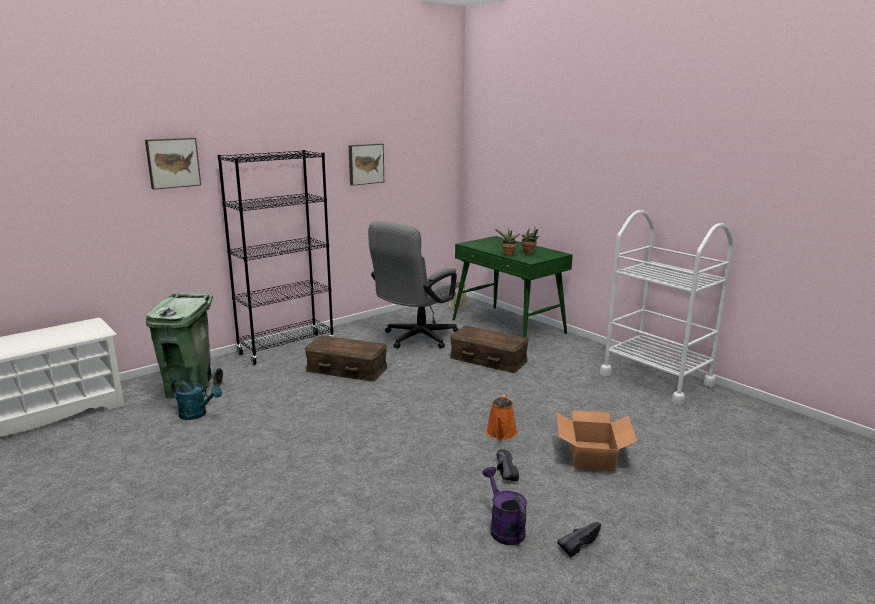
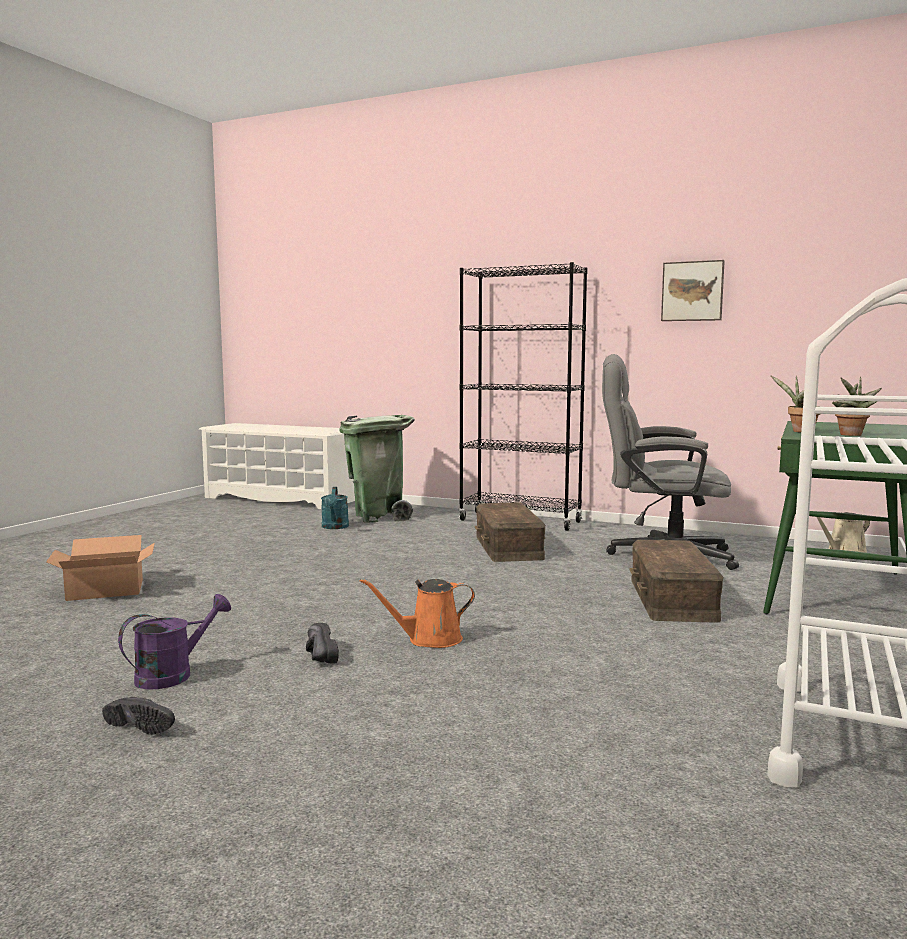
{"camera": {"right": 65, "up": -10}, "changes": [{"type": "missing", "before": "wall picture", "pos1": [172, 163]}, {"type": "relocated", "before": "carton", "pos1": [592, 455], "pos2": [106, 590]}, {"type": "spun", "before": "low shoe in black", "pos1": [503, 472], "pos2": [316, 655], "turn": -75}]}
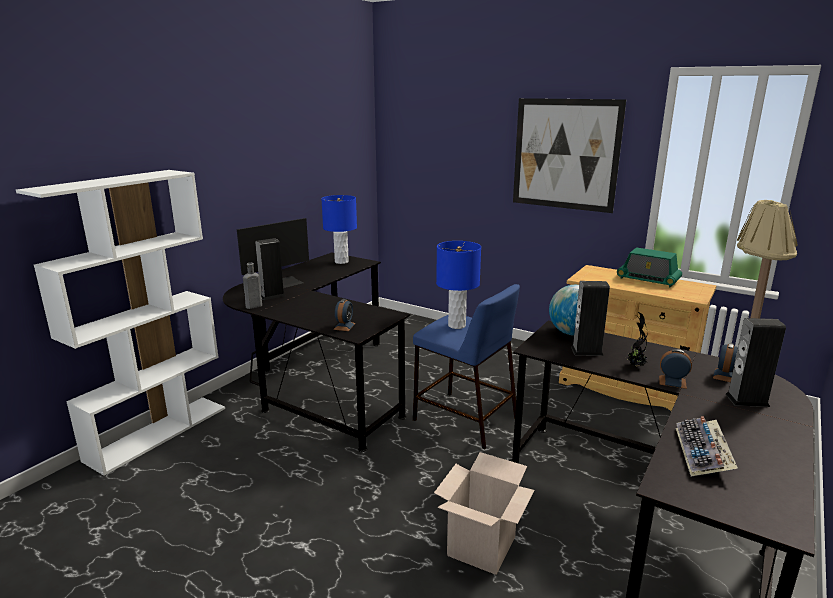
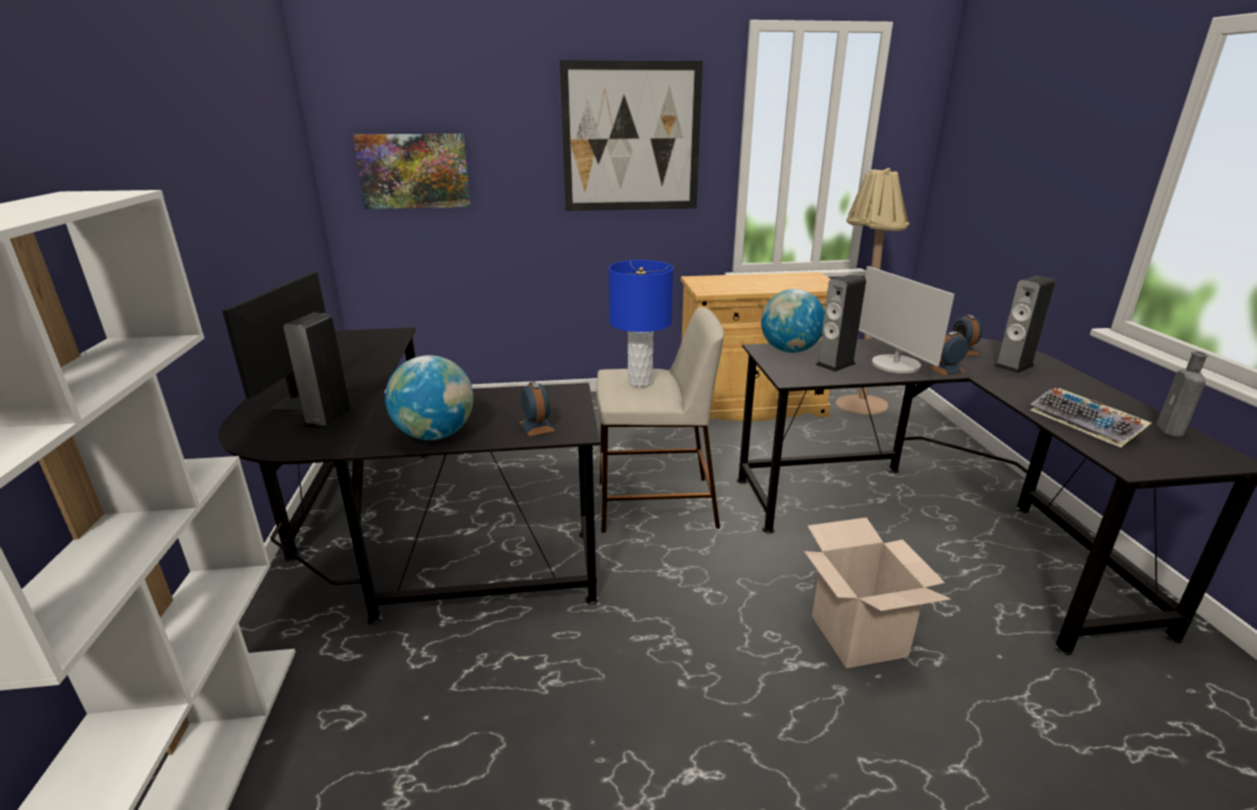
{"camera": {"right": -40, "up": 5}, "changes": [{"type": "missing", "before": "tabletop lamp in blue", "pos1": [342, 262]}, {"type": "missing", "before": "radio", "pos1": [648, 279]}, {"type": "relocated", "before": "drink bottle in gray", "pos1": [252, 306], "pos2": [1170, 430]}, {"type": "colour", "before": "stool in blue", "after": "stool in beige", "pos1": [464, 419], "pos2": [654, 504]}, {"type": "exchanged", "before": "potted plant", "after": "computer screen", "pos1": [635, 365], "pos2": [895, 365]}, {"type": "appeared", "after": "wall picture", "pos2": [414, 171]}, {"type": "appeared", "after": "desk globe", "pos2": [435, 435]}]}
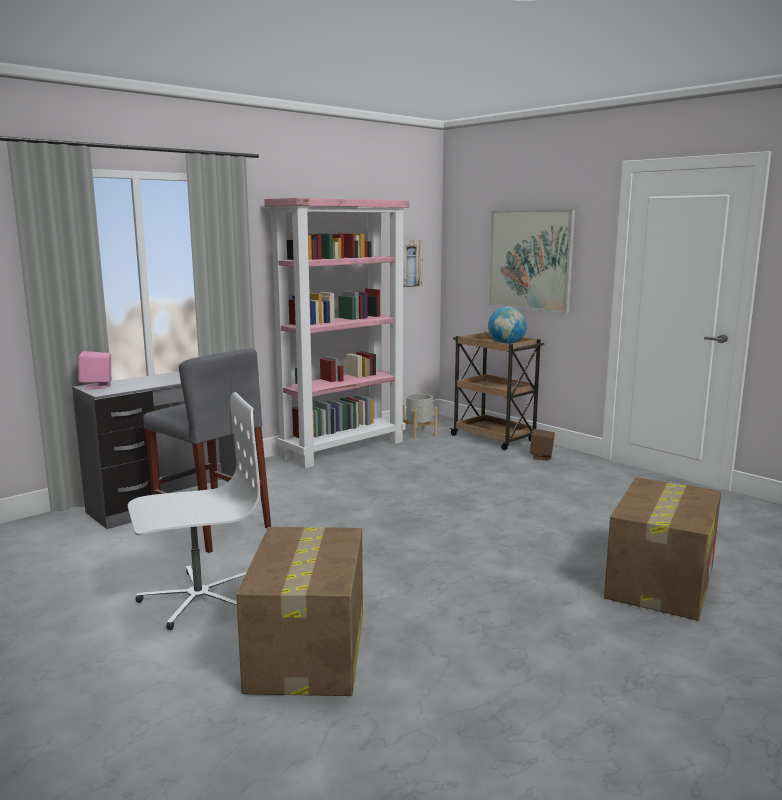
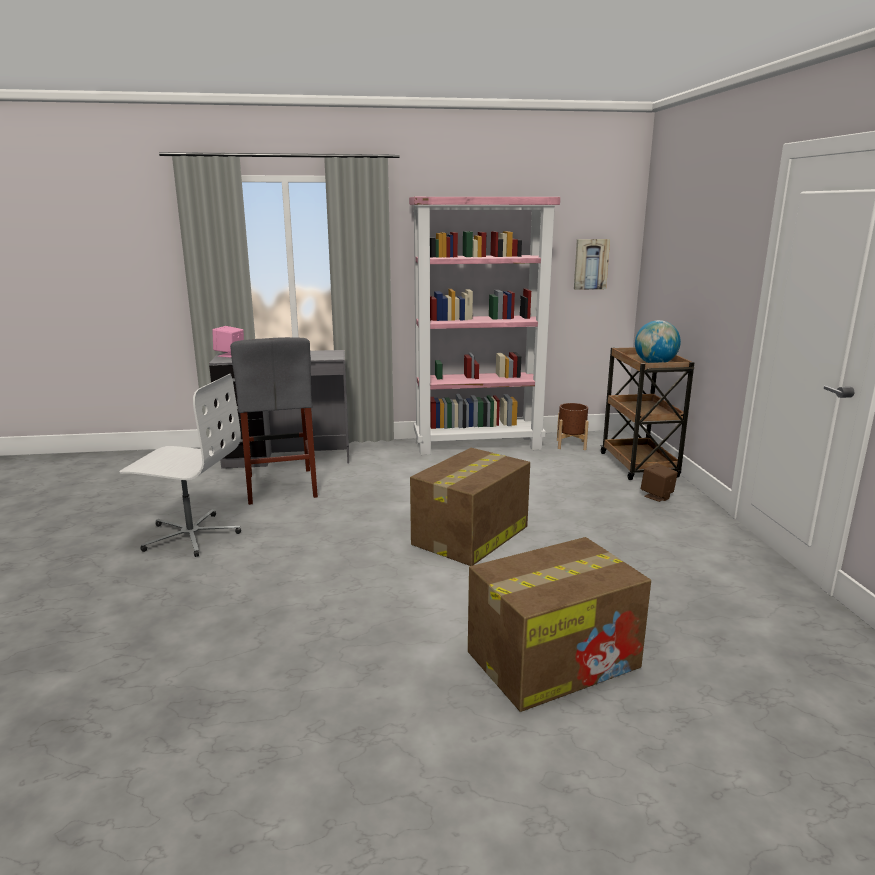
{"camera": {"right": 35, "up": 5}, "changes": [{"type": "missing", "before": "wall picture", "pos1": [530, 259]}, {"type": "colour", "before": "planter in gray", "after": "planter in brown", "pos1": [419, 434], "pos2": [571, 445]}, {"type": "relocated", "before": "carton", "pos1": [307, 651], "pos2": [469, 536]}]}
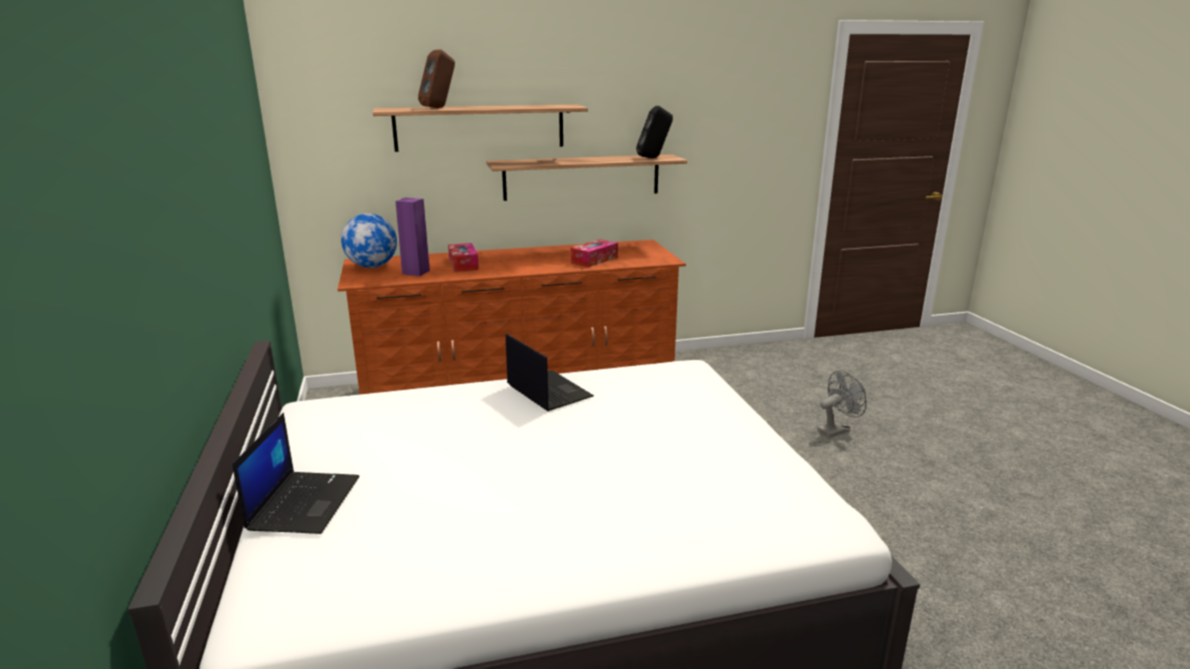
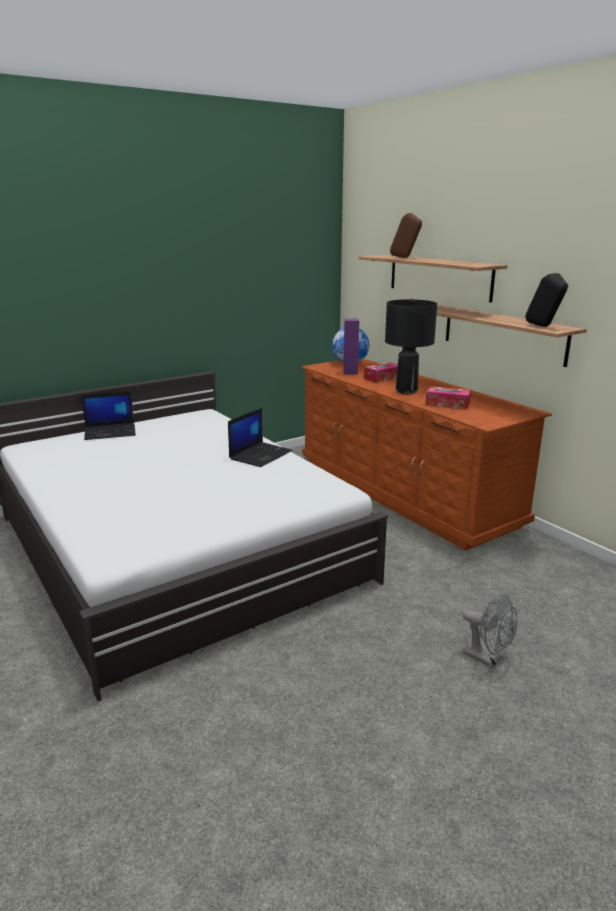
{"camera": {"right": 70, "up": 0}, "changes": [{"type": "appeared", "after": "tabletop lamp in black", "pos2": [406, 391]}]}
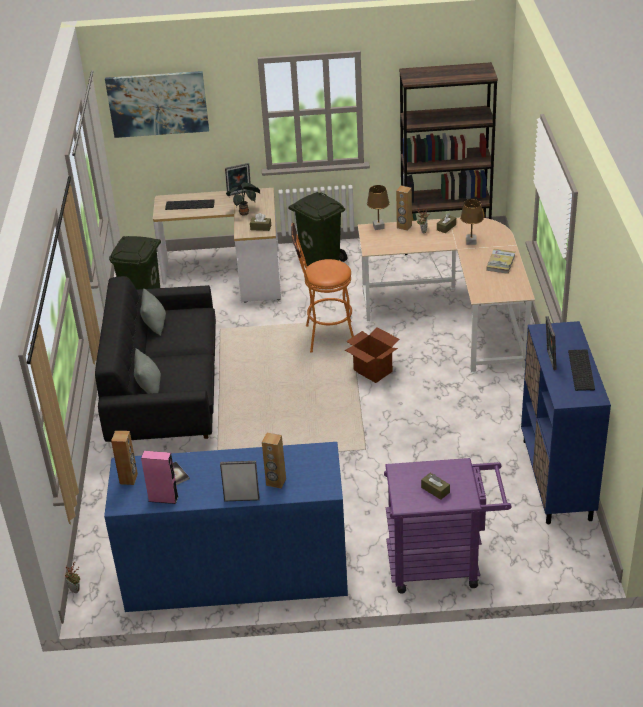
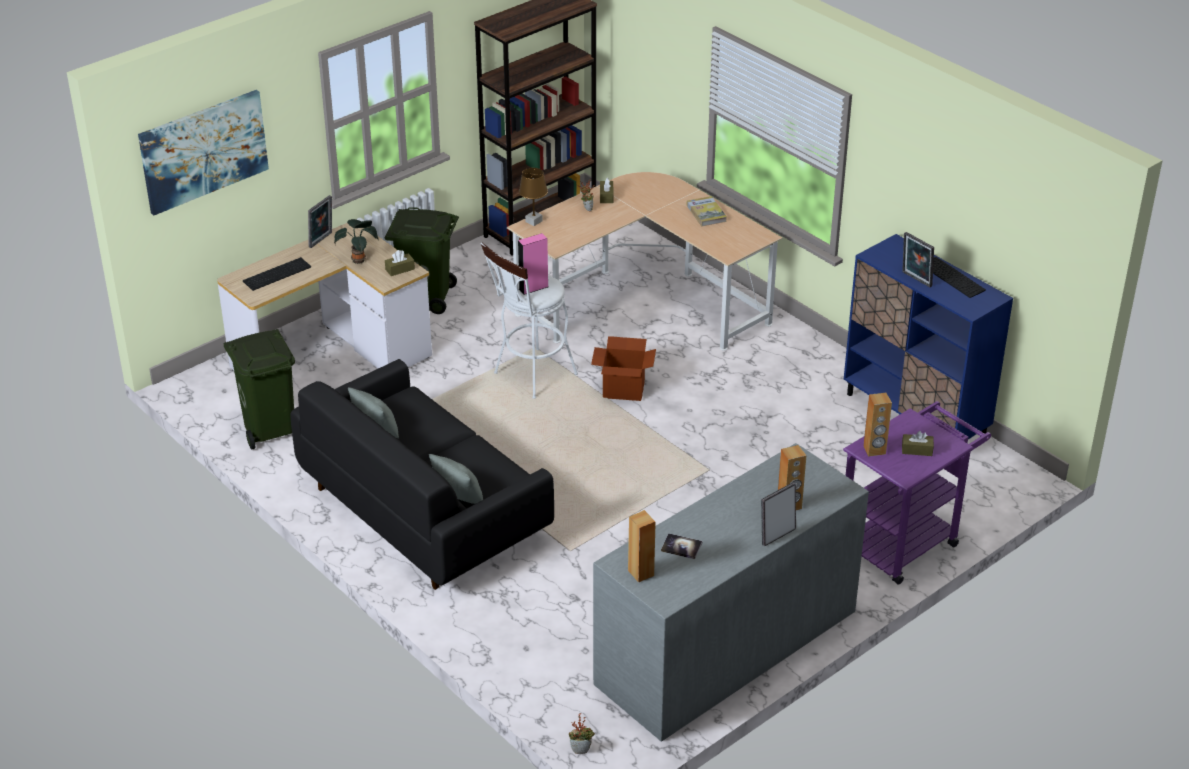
{"camera": {"right": -40, "up": 0}, "changes": [{"type": "relocated", "before": "loudspeaker in brown", "pos1": [404, 226], "pos2": [874, 450]}, {"type": "missing", "before": "tabletop lamp in brown", "pos1": [471, 242]}, {"type": "colour", "before": "stool in orange-coloured", "after": "stool in white", "pos1": [325, 337], "pos2": [530, 376]}, {"type": "colour", "before": "drawer chest in blue", "after": "drawer chest in gray", "pos1": [236, 573], "pos2": [726, 647]}, {"type": "relocated", "before": "loudspeaker in pink-coloured", "pos1": [163, 498], "pos2": [533, 288]}]}
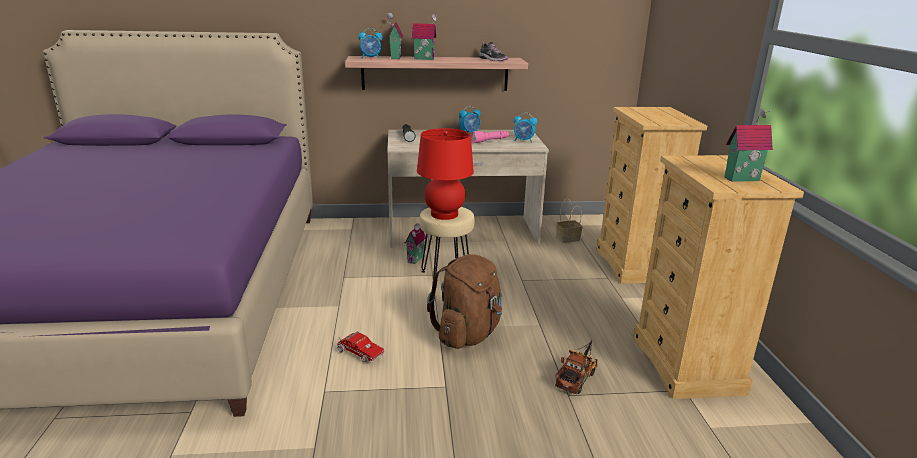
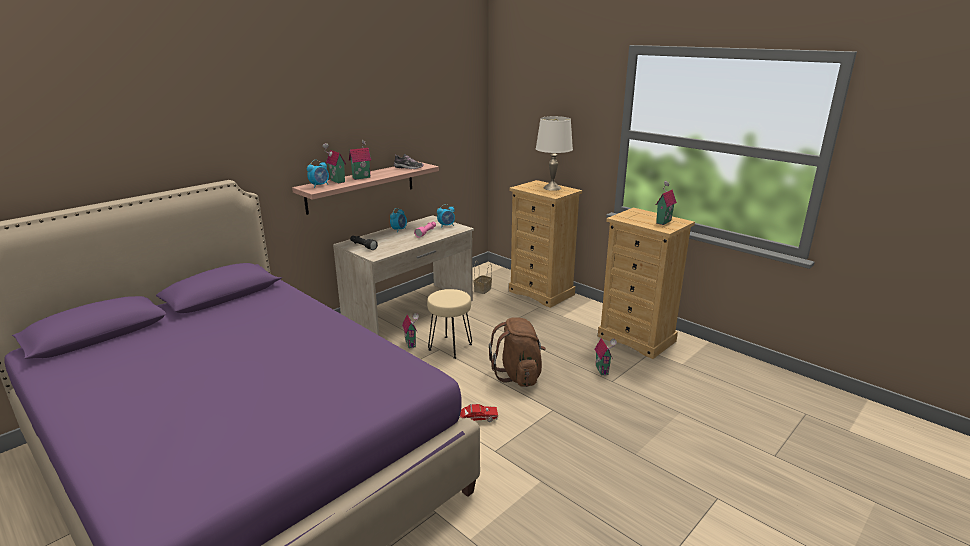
{"camera": {"right": -40, "up": 0}, "changes": [{"type": "missing", "before": "tabletop lamp in red", "pos1": [444, 214]}, {"type": "exchanged", "before": "toy lorry", "after": "model house", "pos1": [577, 377], "pos2": [603, 370]}, {"type": "appeared", "after": "tabletop lamp in white", "pos2": [552, 188]}]}
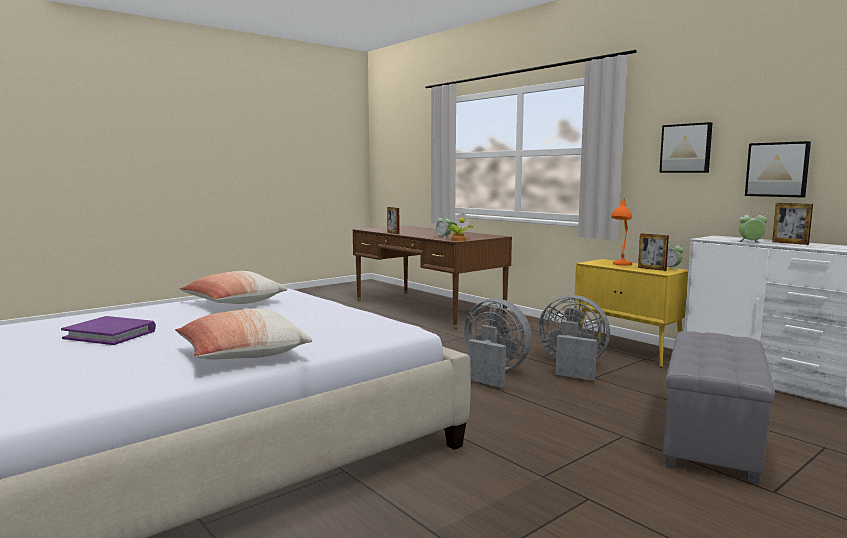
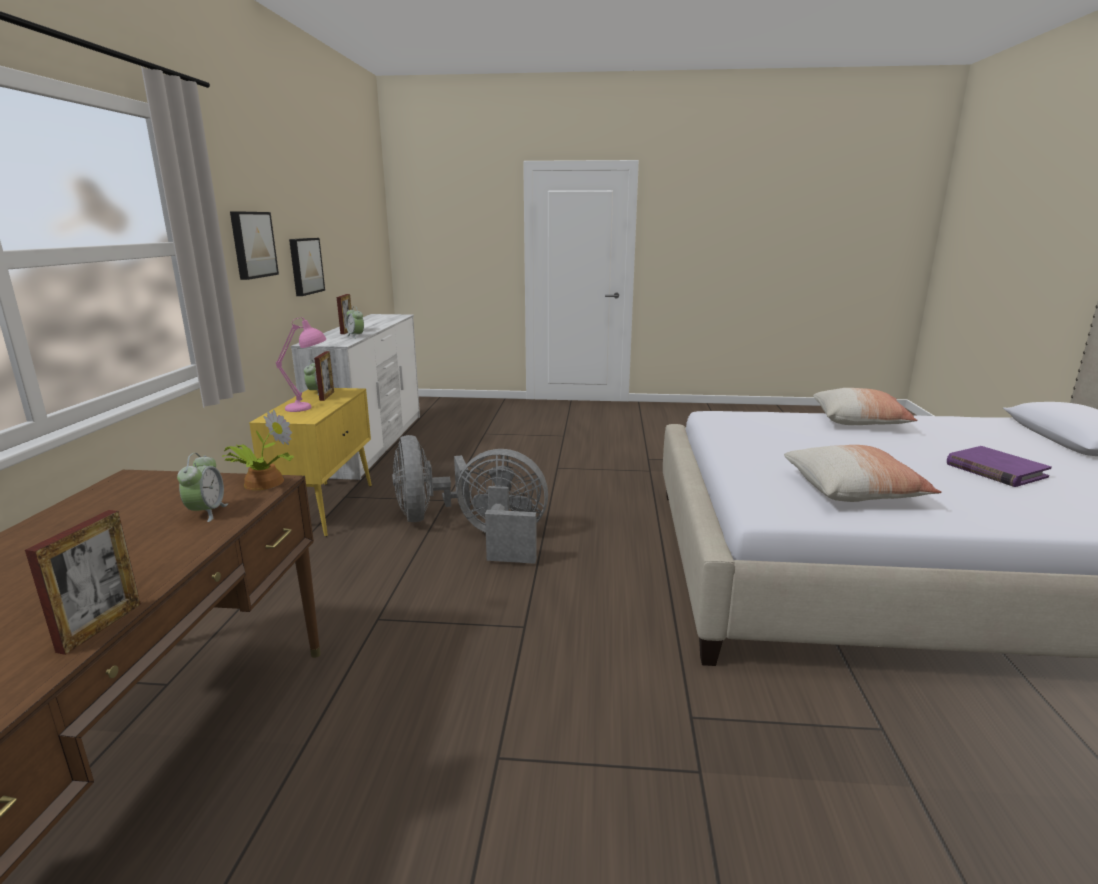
{"camera": {"right": -135, "up": 10}, "changes": [{"type": "colour", "before": "tabletop lamp in orange-coloured", "after": "tabletop lamp in pink-coloured", "pos1": [620, 265], "pos2": [309, 407]}, {"type": "spun", "before": "cooling fan in gray", "pos1": [493, 373], "pos2": [504, 540], "turn": 105}, {"type": "missing", "before": "ottoman in gray", "pos1": [712, 440]}]}
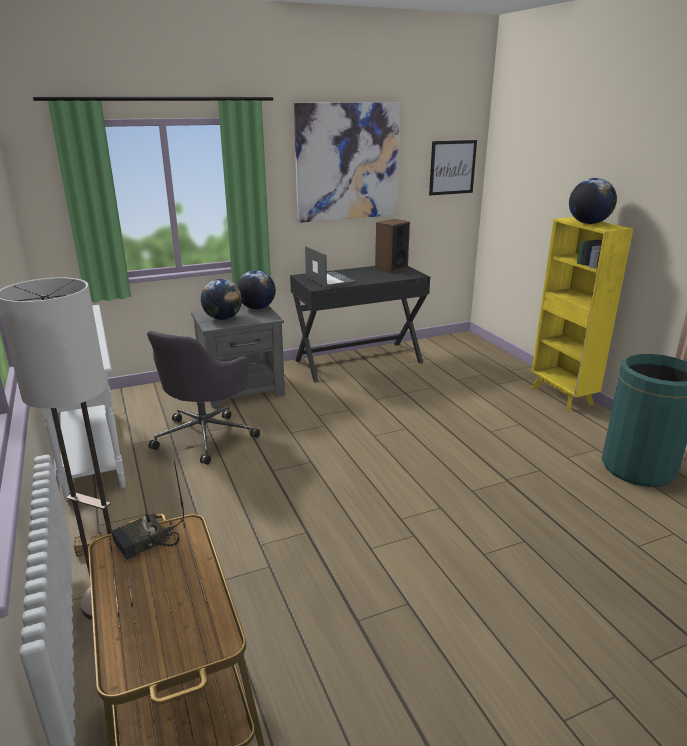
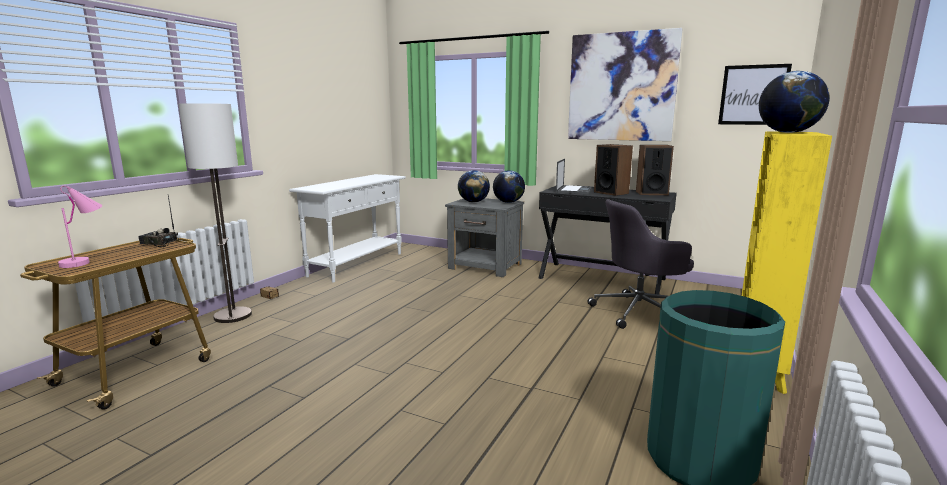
{"camera": {"right": 50, "up": -10}, "changes": [{"type": "relocated", "before": "desk chair in gray", "pos1": [206, 436], "pos2": [639, 312]}, {"type": "appeared", "after": "loudspeaker", "pos2": [611, 193]}, {"type": "appeared", "after": "tabletop lamp in pink-coloured", "pos2": [86, 261]}]}
